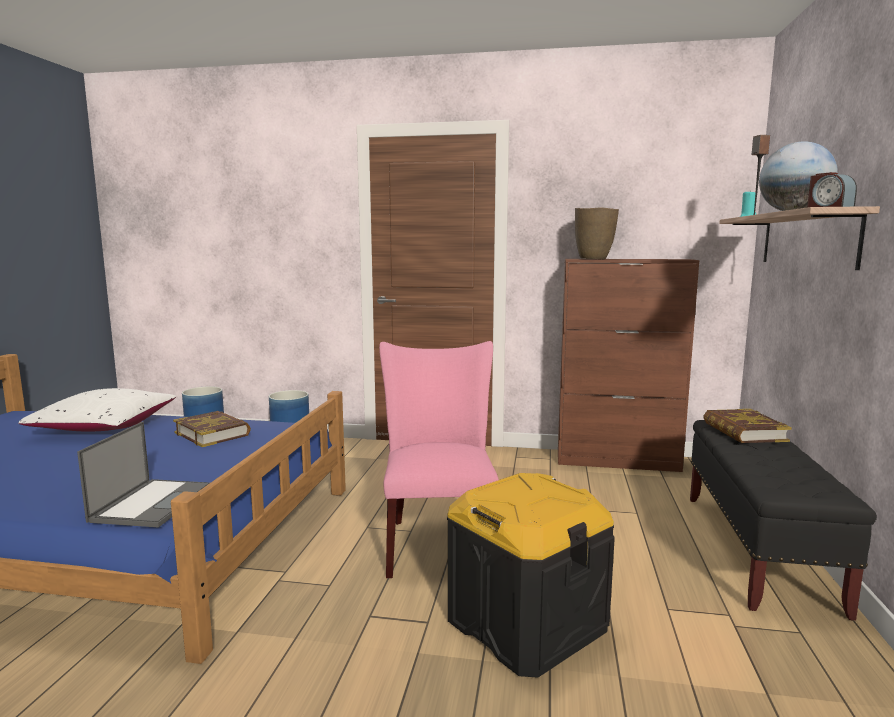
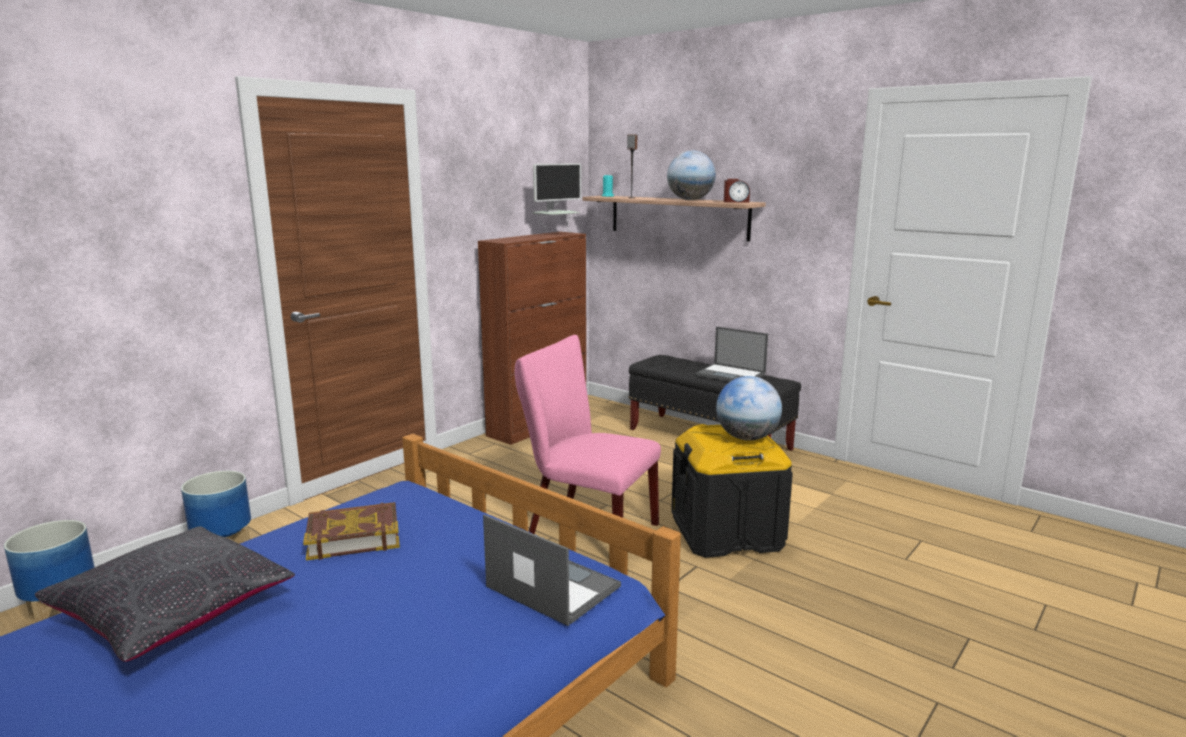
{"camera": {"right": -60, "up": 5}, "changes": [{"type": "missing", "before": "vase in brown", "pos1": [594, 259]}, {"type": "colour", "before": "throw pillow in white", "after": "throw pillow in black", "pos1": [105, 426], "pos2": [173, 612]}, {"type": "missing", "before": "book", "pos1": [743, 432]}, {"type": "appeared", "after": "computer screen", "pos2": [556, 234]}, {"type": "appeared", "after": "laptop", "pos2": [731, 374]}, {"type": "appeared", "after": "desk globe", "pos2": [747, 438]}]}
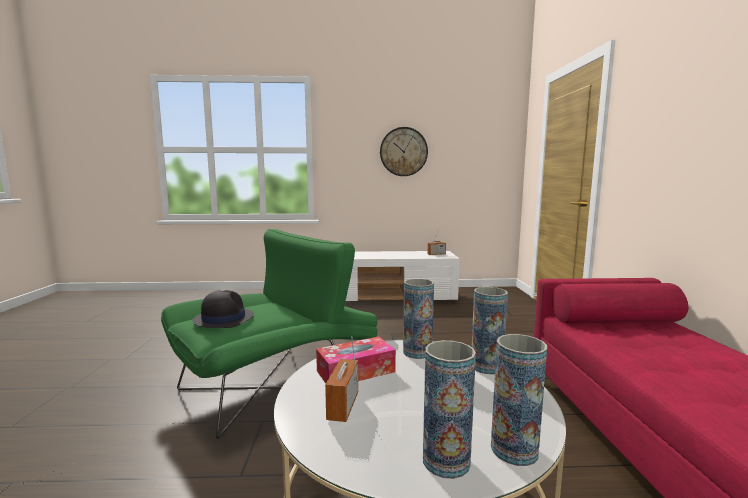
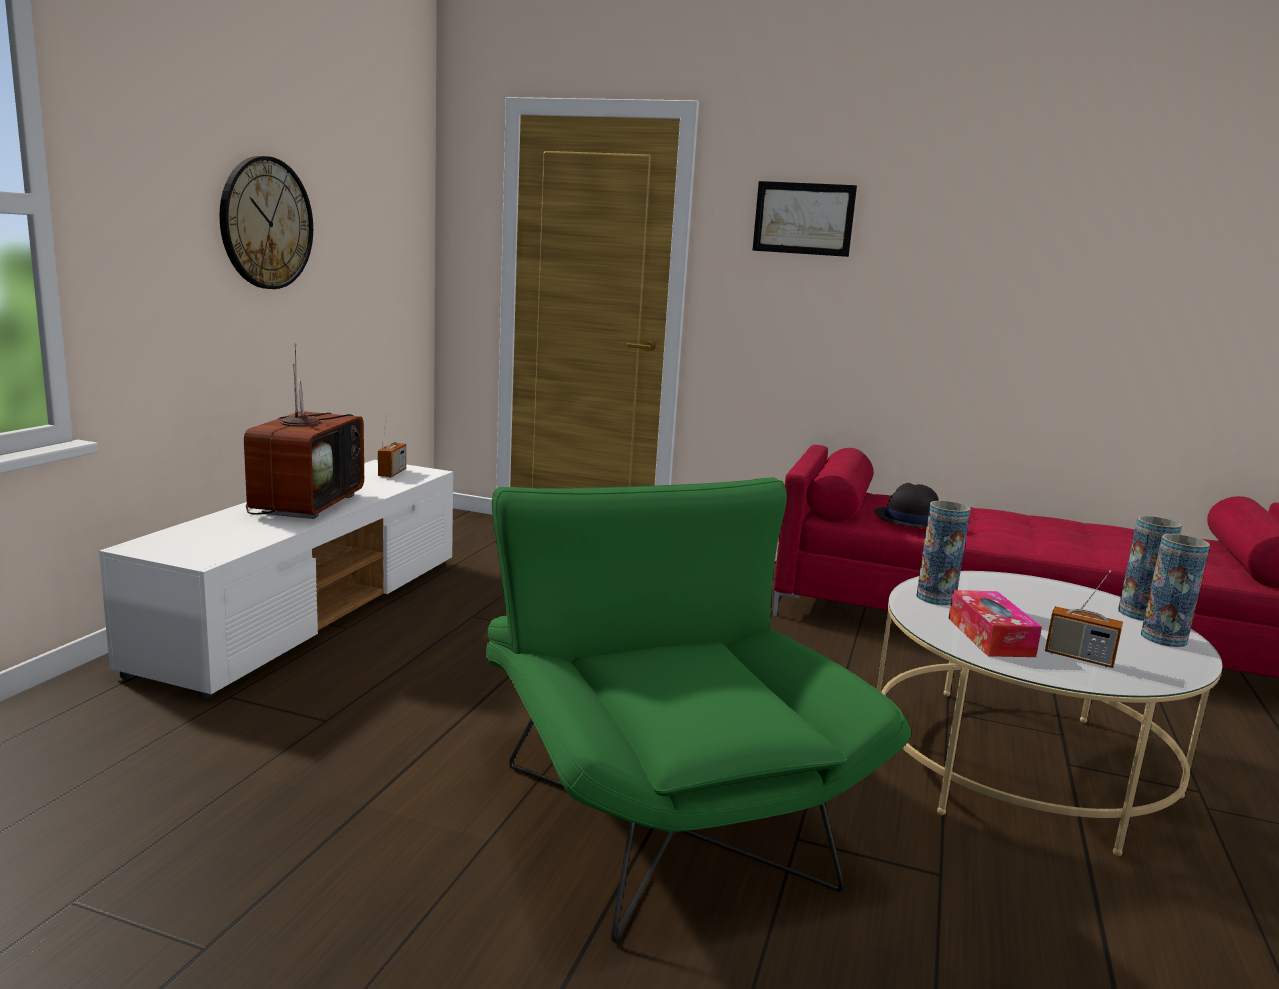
{"camera": {"right": -70, "up": 5}, "changes": [{"type": "missing", "before": "vase", "pos1": [486, 366]}, {"type": "relocated", "before": "hat in black", "pos1": [223, 318], "pos2": [909, 519]}, {"type": "appeared", "after": "wall picture", "pos2": [803, 218]}, {"type": "appeared", "after": "TV set", "pos2": [306, 503]}]}
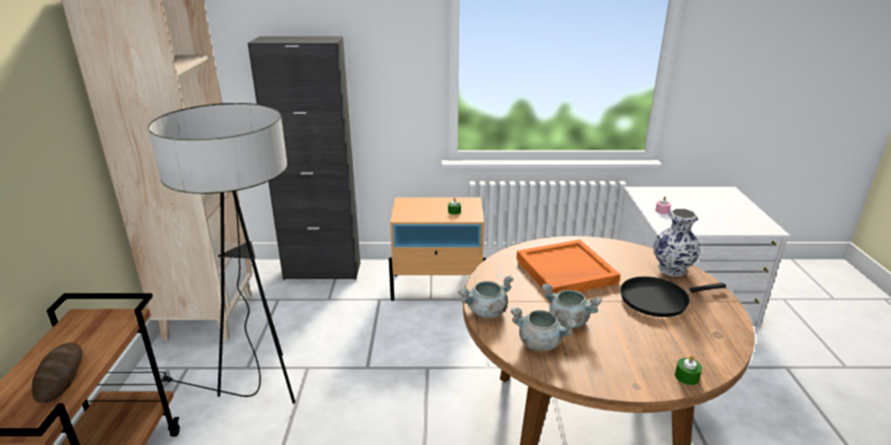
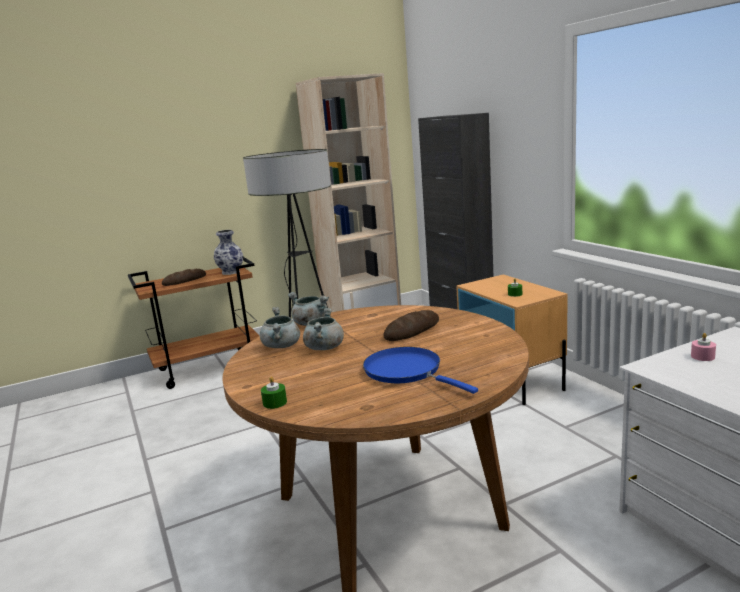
{"camera": {"right": 65, "up": -10}, "changes": [{"type": "relocated", "before": "vase", "pos1": [671, 269], "pos2": [231, 272]}, {"type": "exchanged", "before": "tray in orange-coloured", "after": "bread", "pos1": [565, 271], "pos2": [412, 330]}, {"type": "colour", "before": "frying pan in black", "after": "frying pan in blue", "pos1": [658, 299], "pos2": [407, 372]}]}
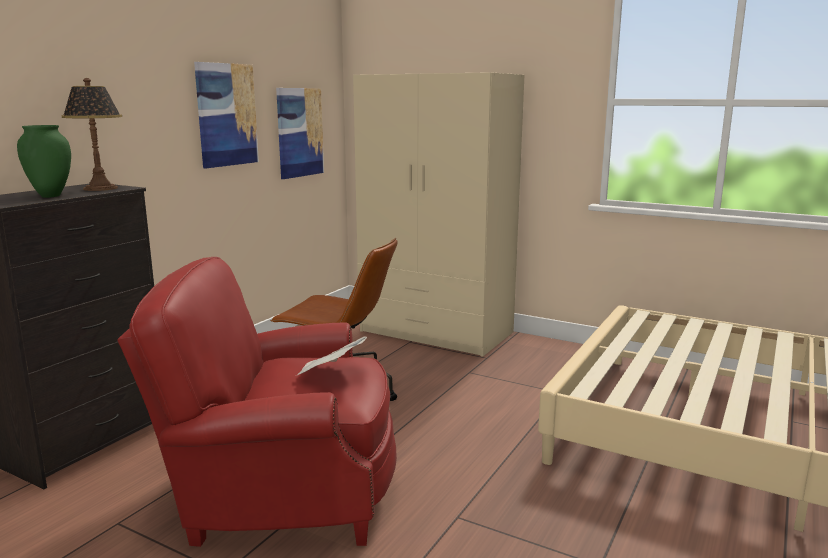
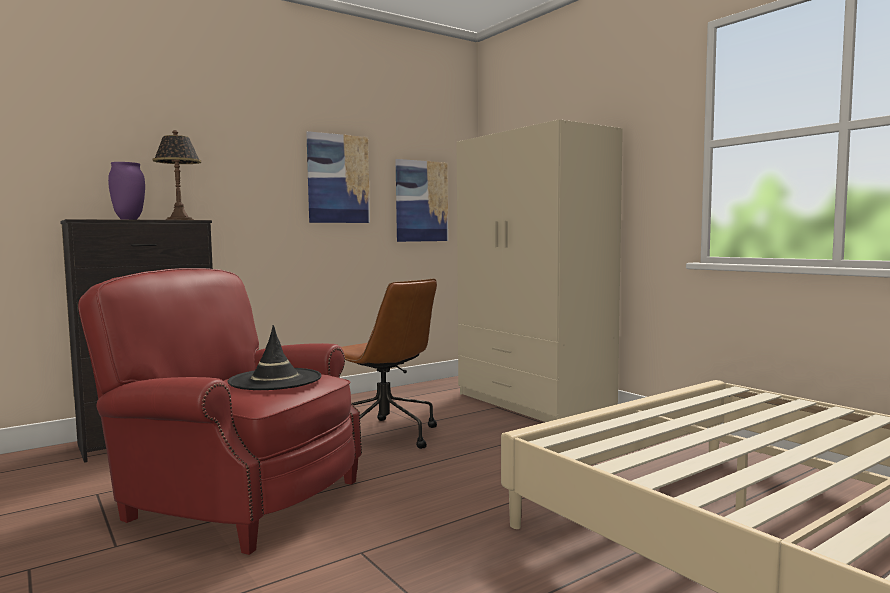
{"camera": {"right": 25, "up": -10}, "changes": [{"type": "colour", "before": "vase in greenish", "after": "vase in purplish", "pos1": [50, 196], "pos2": [128, 219]}, {"type": "exchanged", "before": "printed paper", "after": "hat in black", "pos1": [331, 374], "pos2": [275, 380]}]}
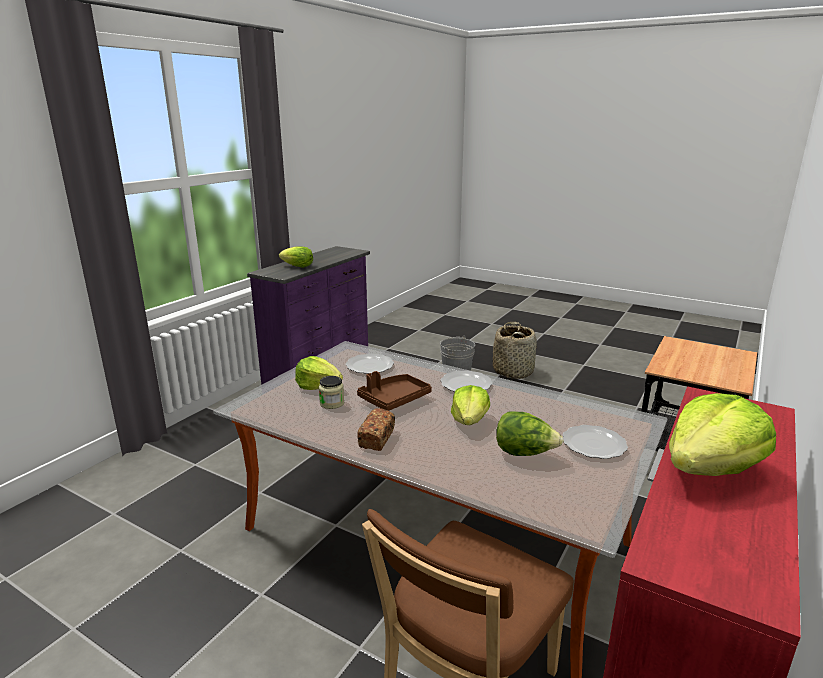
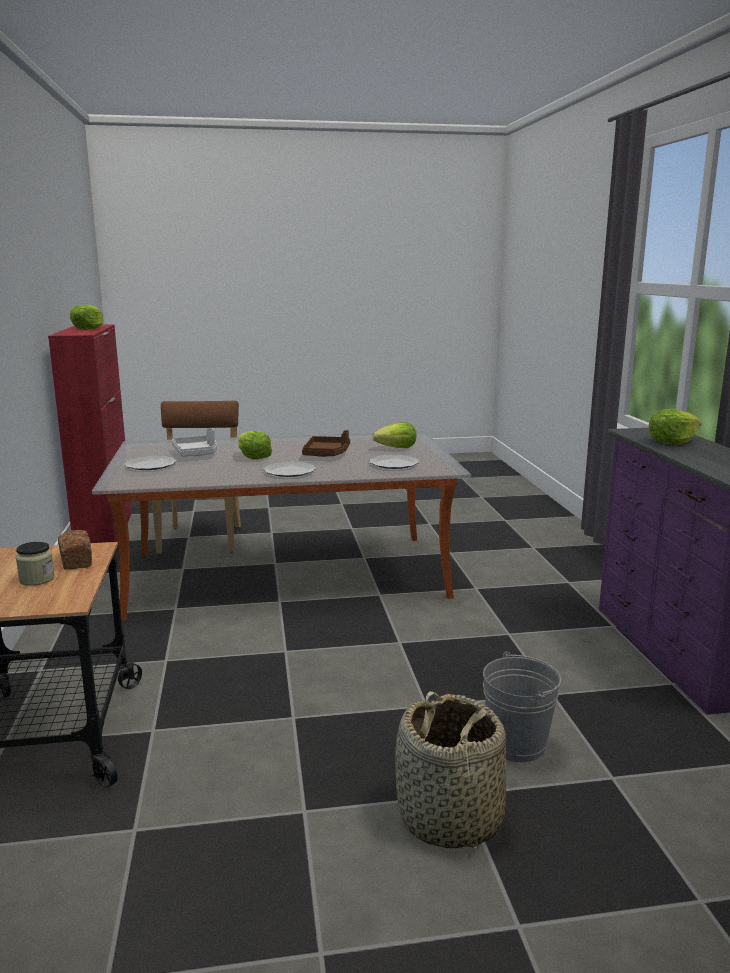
{"camera": {"right": 140, "up": -5}, "changes": [{"type": "relocated", "before": "preserve jar", "pos1": [332, 403], "pos2": [37, 579]}, {"type": "relocated", "before": "bread", "pos1": [377, 438], "pos2": [76, 560]}, {"type": "exchanged", "before": "lettuce head", "after": "tray in gray", "pos1": [524, 453], "pos2": [196, 453]}]}
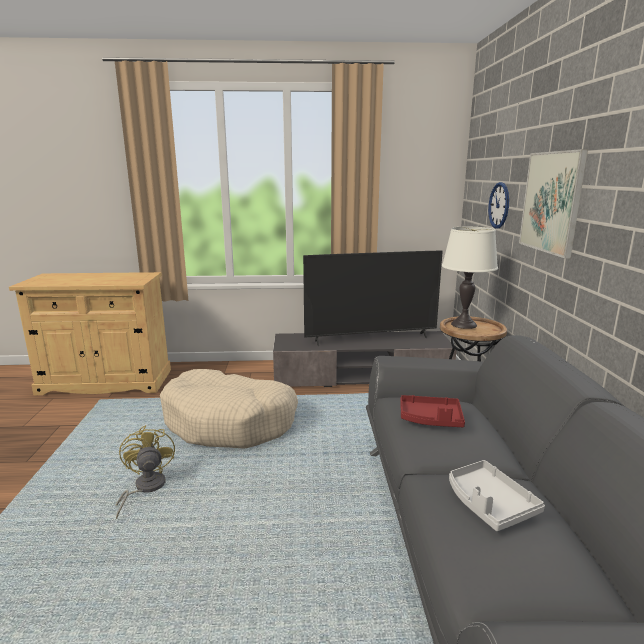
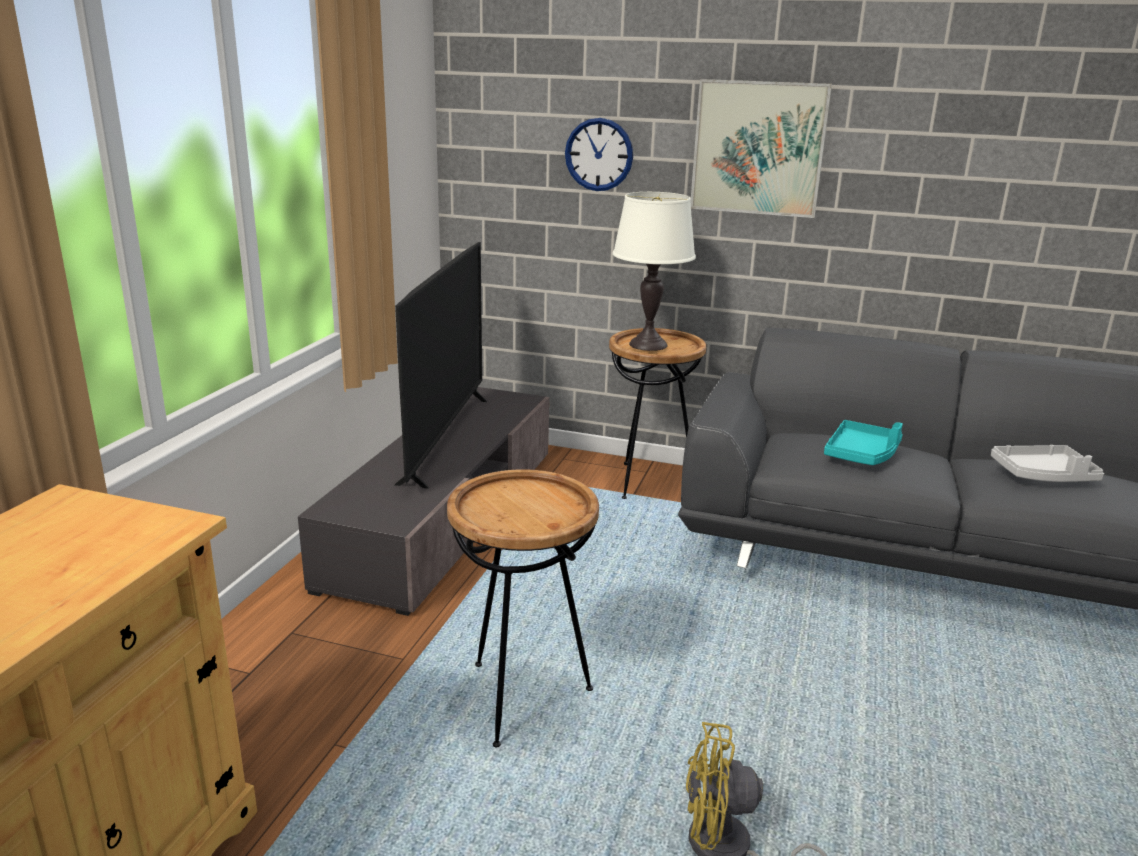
{"camera": {"right": -70, "up": 5}, "changes": [{"type": "exchanged", "before": "dog cushion in beige", "after": "side table in brown", "pos1": [230, 422], "pos2": [521, 699]}, {"type": "colour", "before": "tray in red", "after": "tray in turquoise", "pos1": [431, 419], "pos2": [862, 454]}]}
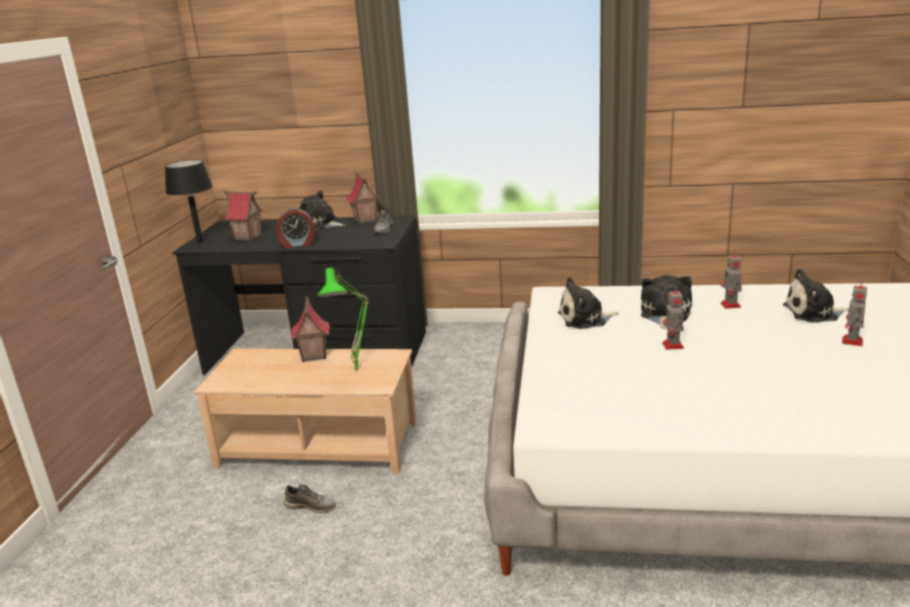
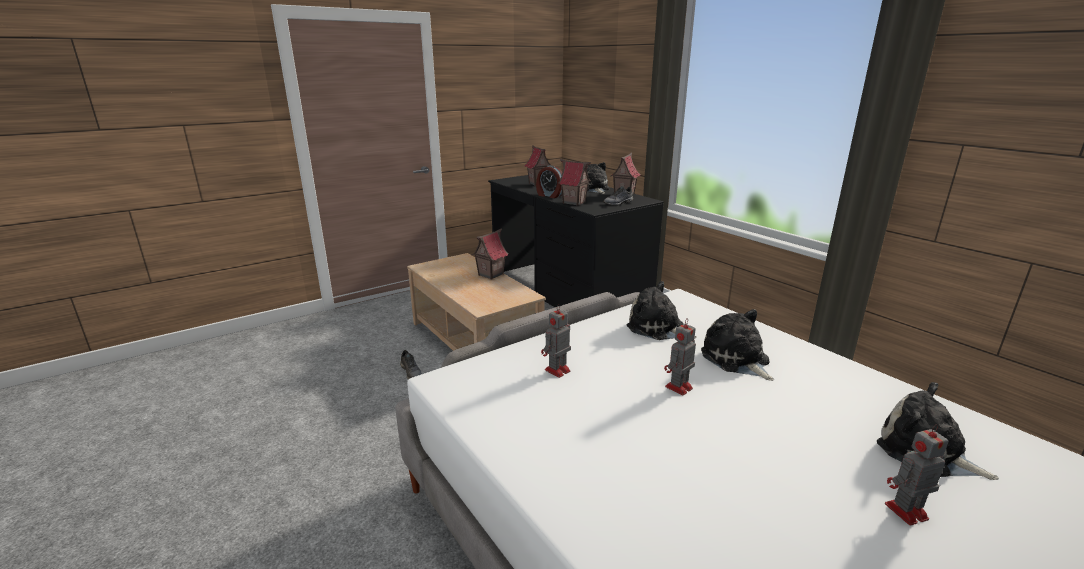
{"camera": {"right": 45, "up": 0}, "changes": [{"type": "missing", "before": "tabletop lamp in black", "pos1": [200, 242]}, {"type": "relocated", "before": "robot figure", "pos1": [731, 305], "pos2": [556, 371]}, {"type": "missing", "before": "tabletop lamp in greenish", "pos1": [358, 371]}, {"type": "spun", "before": "plush toy", "pos1": [664, 314], "pos2": [736, 360], "turn": -90}, {"type": "appeared", "after": "model house", "pos2": [574, 202]}]}
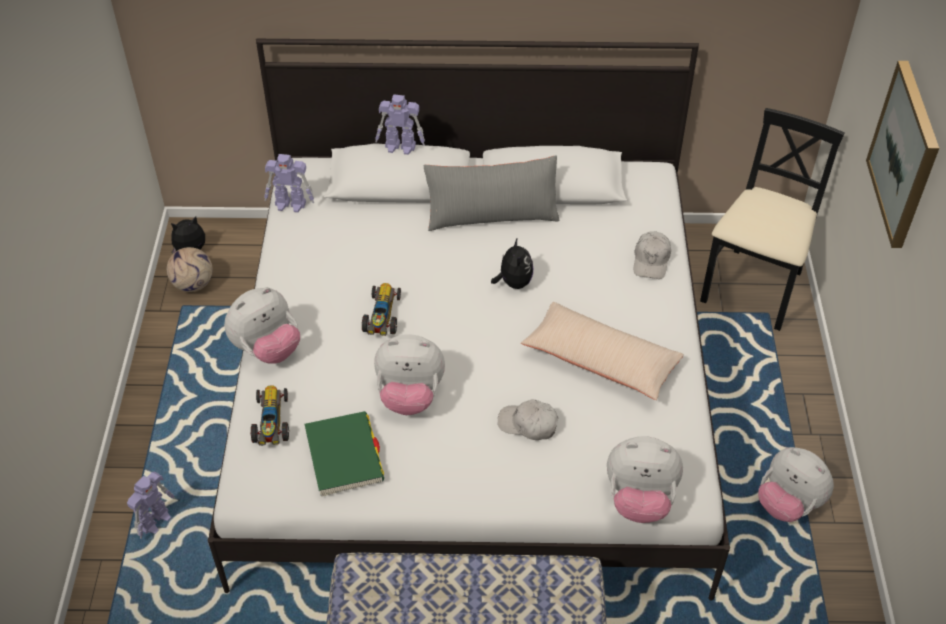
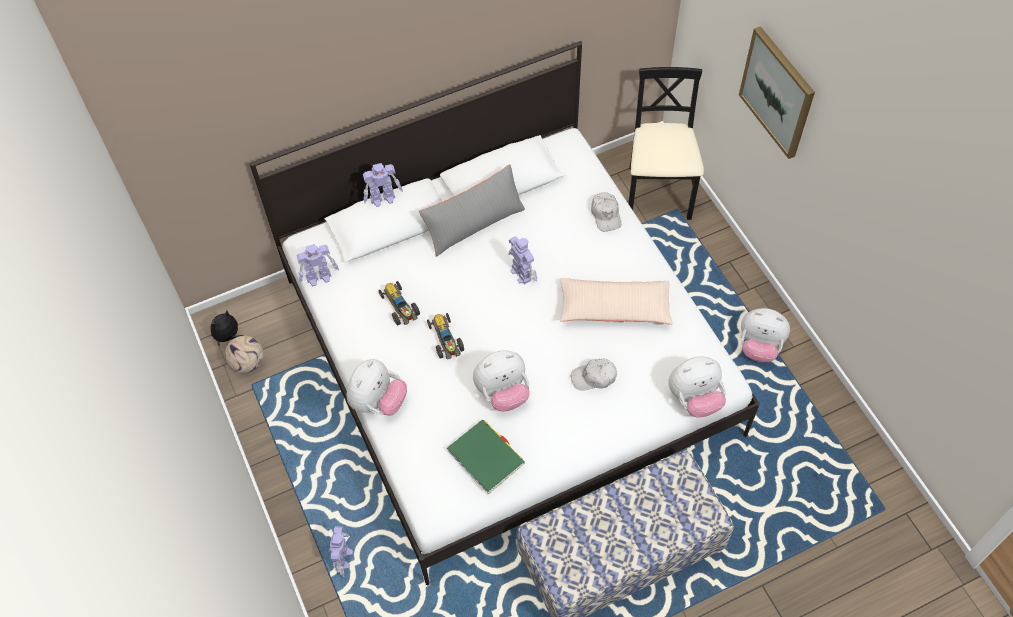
{"camera": {"right": -25, "up": 10}, "changes": [{"type": "exchanged", "before": "plush toy", "after": "robot figure", "pos1": [513, 282], "pos2": [521, 273]}, {"type": "relocated", "before": "miniature car", "pos1": [271, 423], "pos2": [400, 307]}]}
